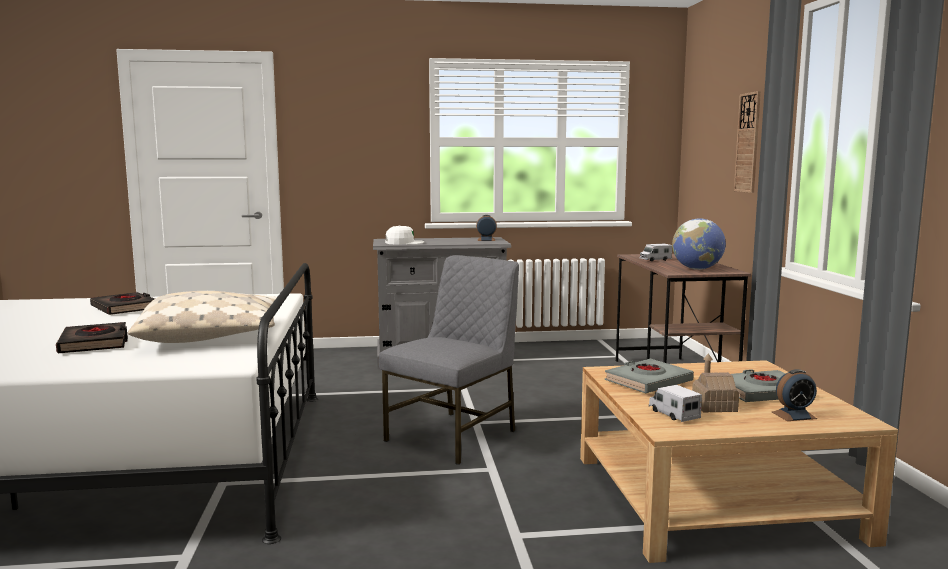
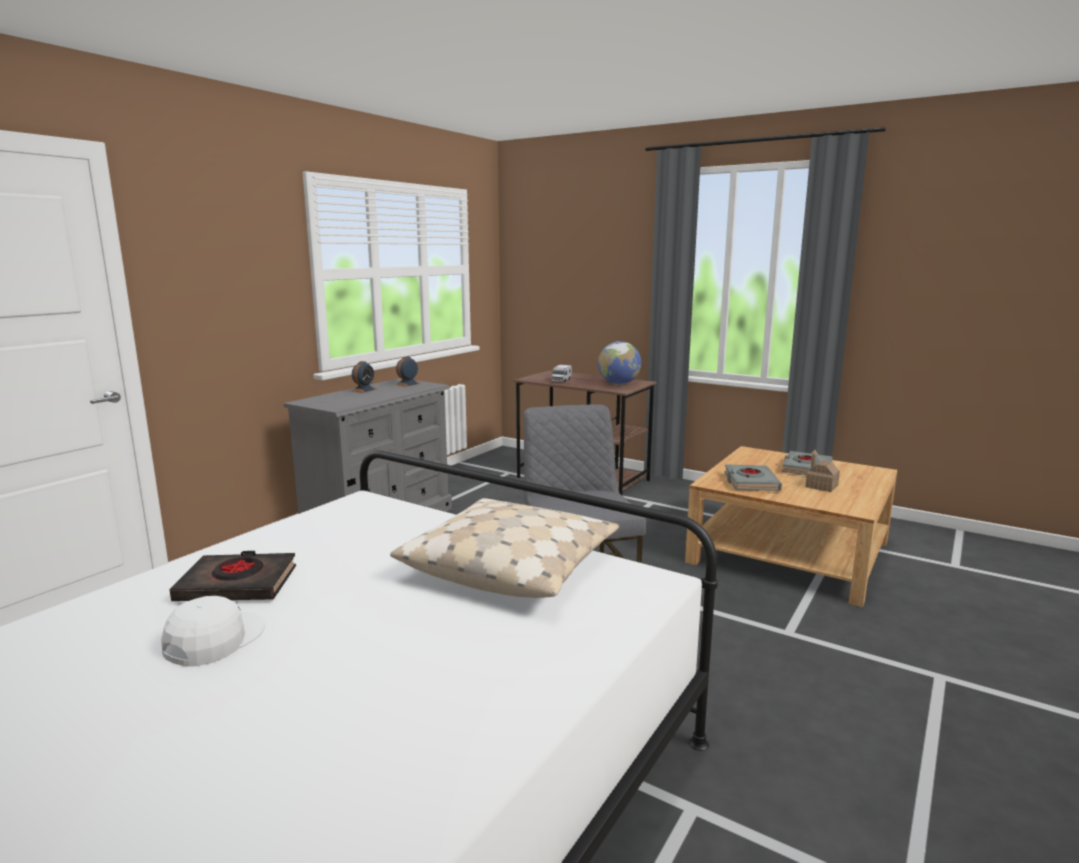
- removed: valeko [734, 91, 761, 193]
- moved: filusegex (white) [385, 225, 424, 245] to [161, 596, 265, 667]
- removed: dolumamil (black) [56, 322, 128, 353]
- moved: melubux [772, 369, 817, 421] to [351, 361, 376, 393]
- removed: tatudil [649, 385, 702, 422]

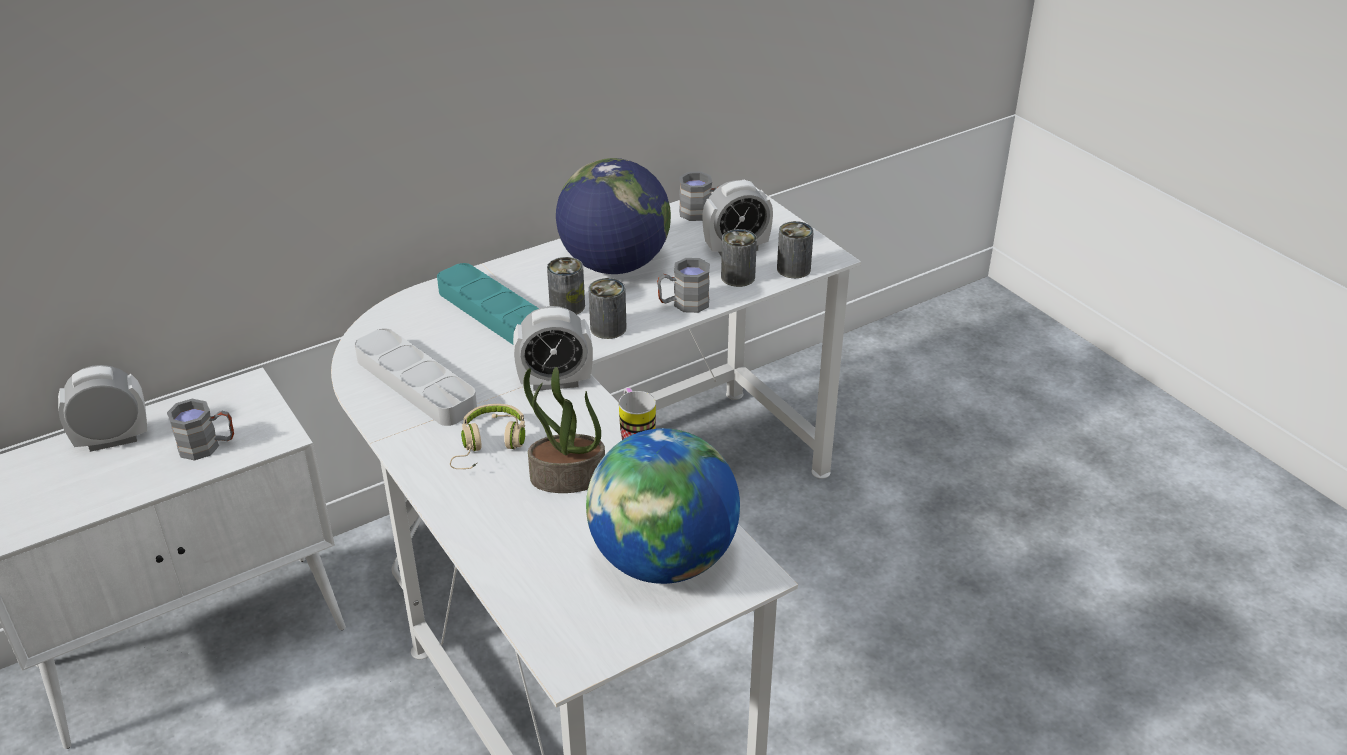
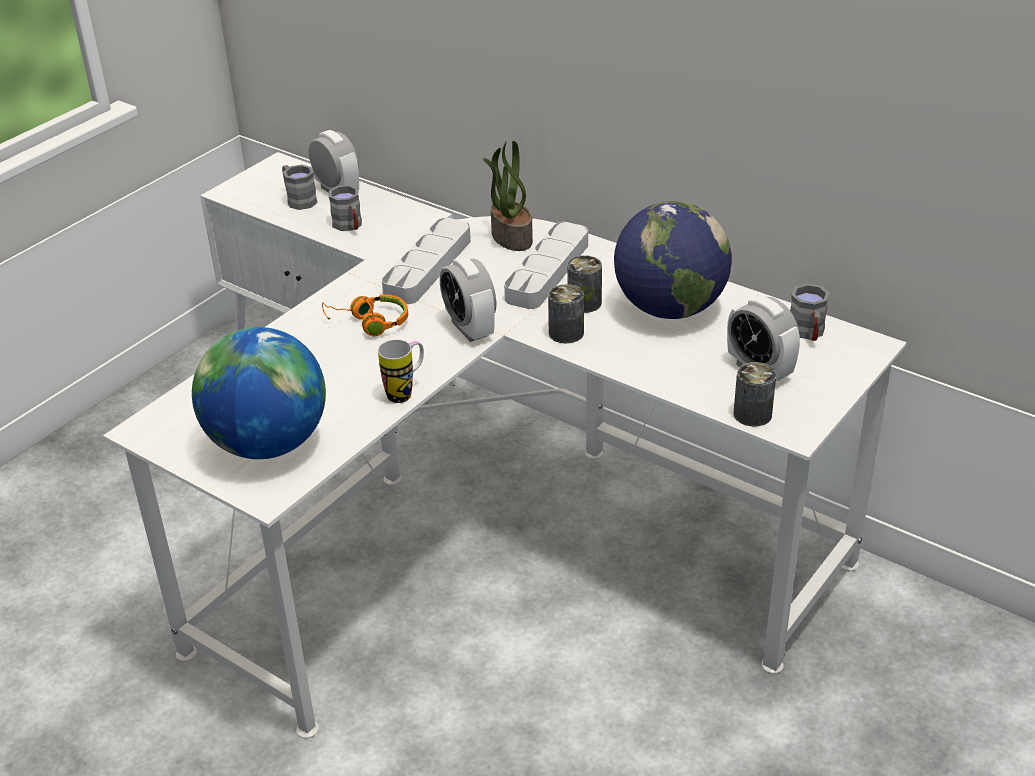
- removed: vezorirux [721, 229, 757, 287]
- moved: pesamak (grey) [657, 258, 710, 313] to [282, 165, 318, 210]
- recoloured: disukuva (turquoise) [437, 263, 539, 345] to disukuva (grey) [504, 222, 588, 309]
- moved: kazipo [523, 367, 605, 493] to [483, 141, 533, 251]
- recoloured: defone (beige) [450, 404, 525, 469] to defone (orange) [322, 295, 408, 337]

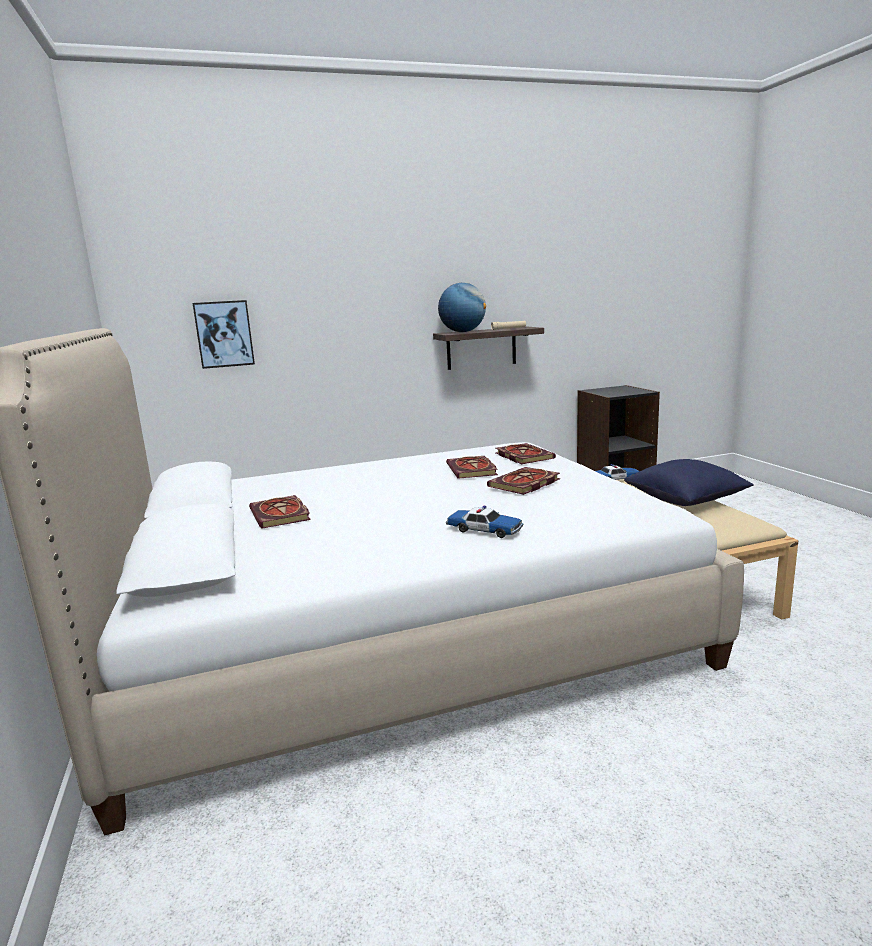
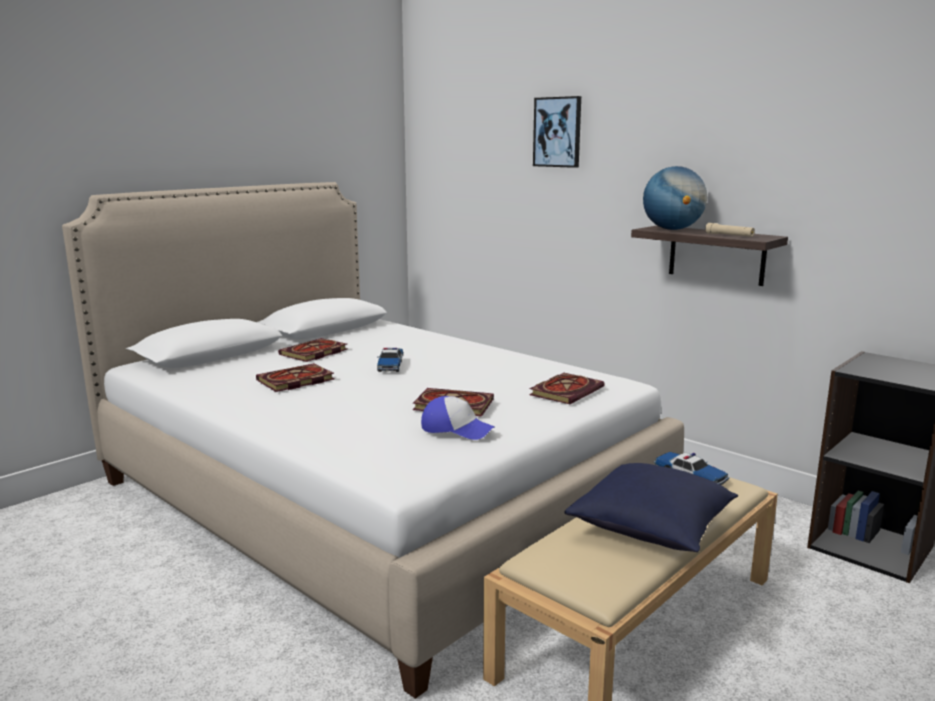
- moved: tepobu [193, 300, 255, 369] to [533, 96, 581, 168]
- moved: dolumamil [446, 456, 498, 479] to [256, 363, 334, 392]
- moved: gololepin [446, 506, 523, 538] to [377, 348, 403, 372]
- added: filusegex [421, 396, 495, 440]

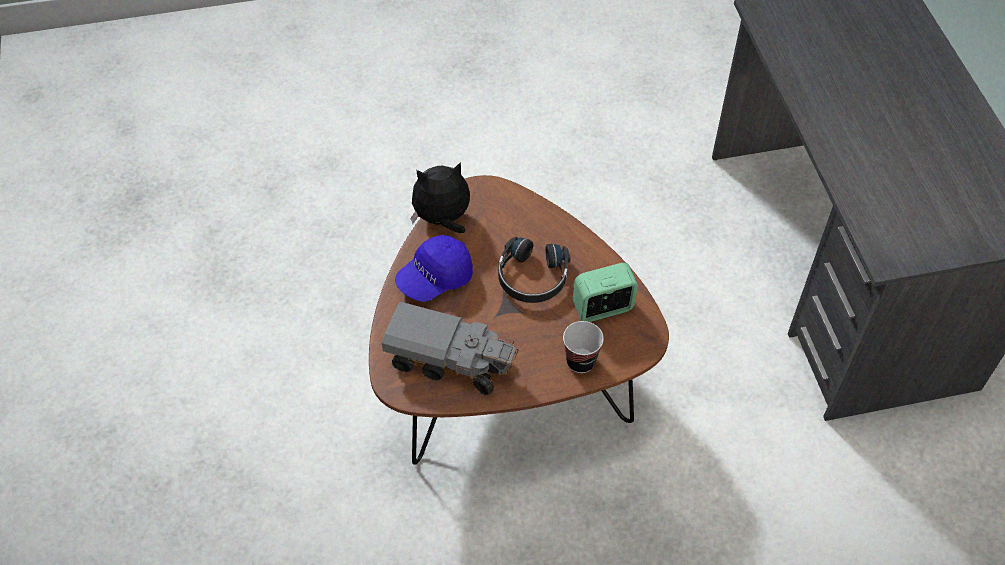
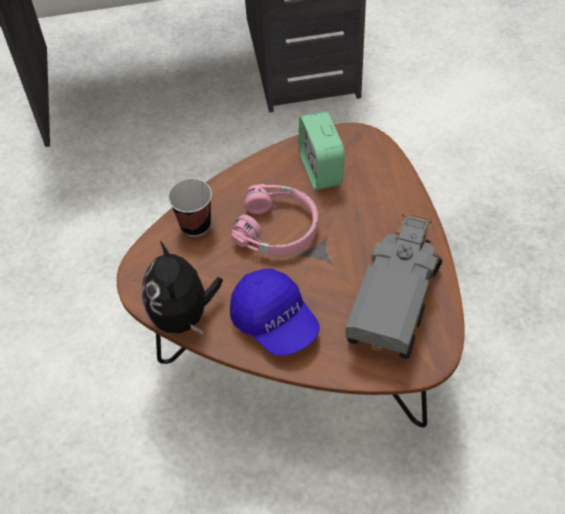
- recoloured: defone (black) [498, 237, 571, 303] to defone (pink) [231, 184, 318, 256]
- moved: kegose [563, 321, 604, 373] to [168, 179, 212, 237]

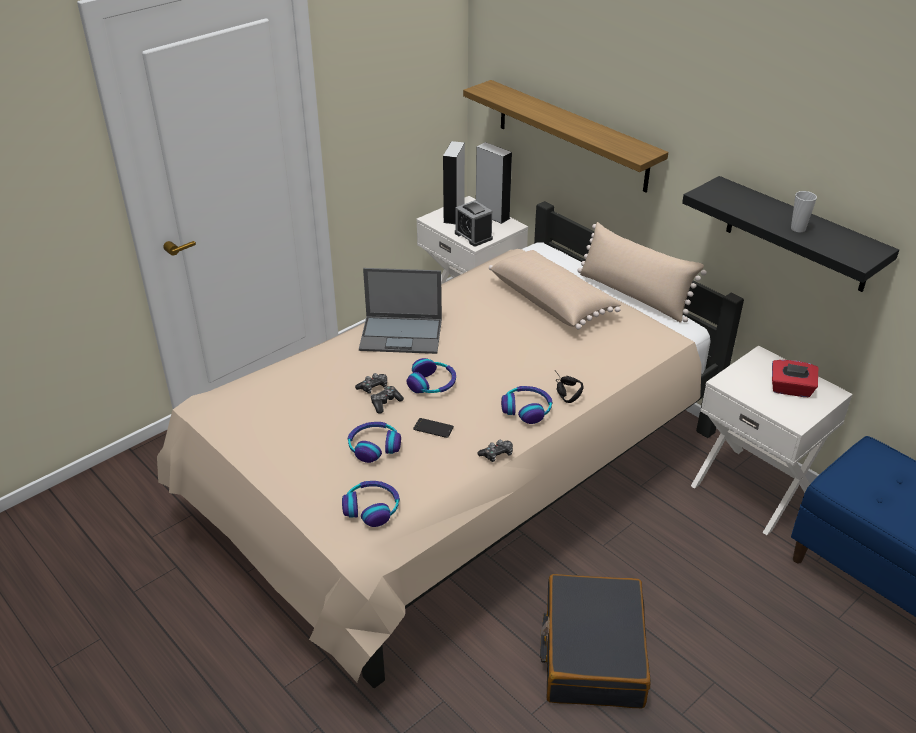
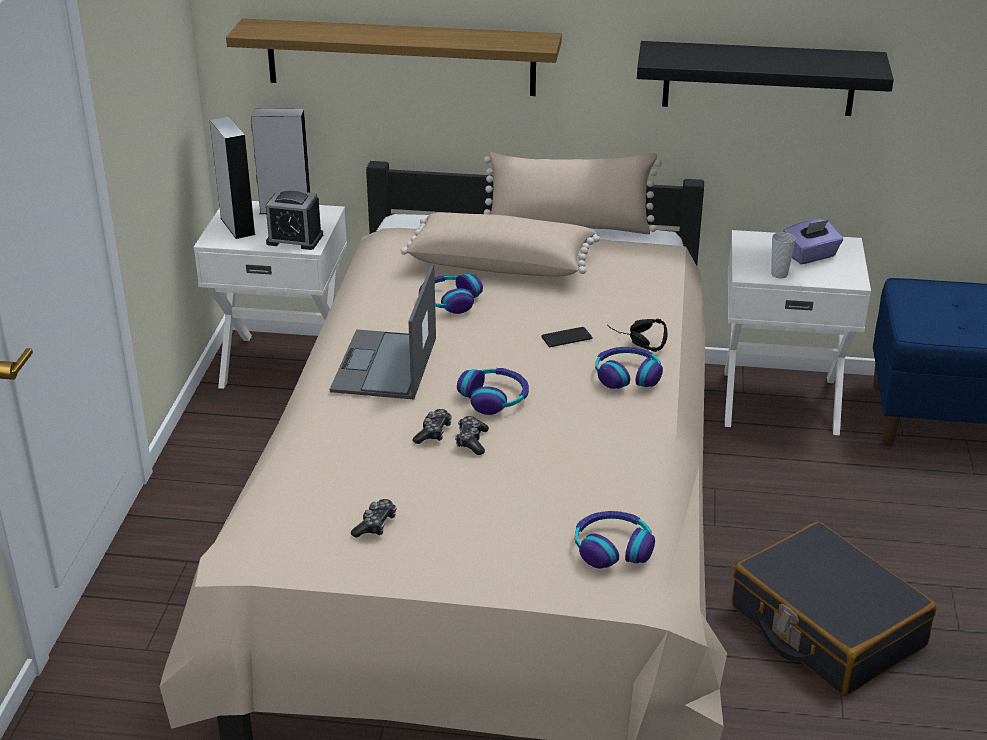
- moved: kegose [791, 191, 817, 232] to [771, 232, 796, 278]
- turned: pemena [359, 268, 442, 354] = [330, 264, 436, 399] 135 degrees clockwise
- recoloured: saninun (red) [772, 360, 818, 397] to saninun (purple) [783, 219, 843, 264]
- moved: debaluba [413, 418, 454, 438] to [541, 327, 592, 347]
- moved: defone [348, 422, 401, 463] to [419, 274, 483, 314]
- moved: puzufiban [477, 440, 513, 462] to [351, 499, 396, 538]

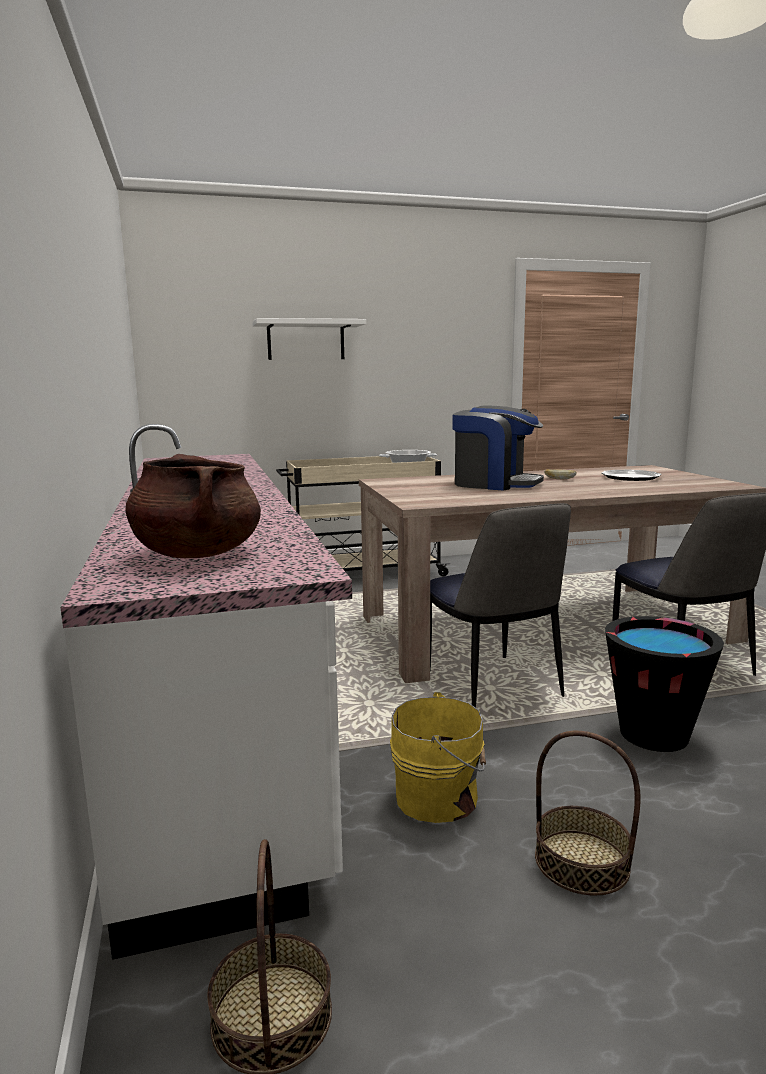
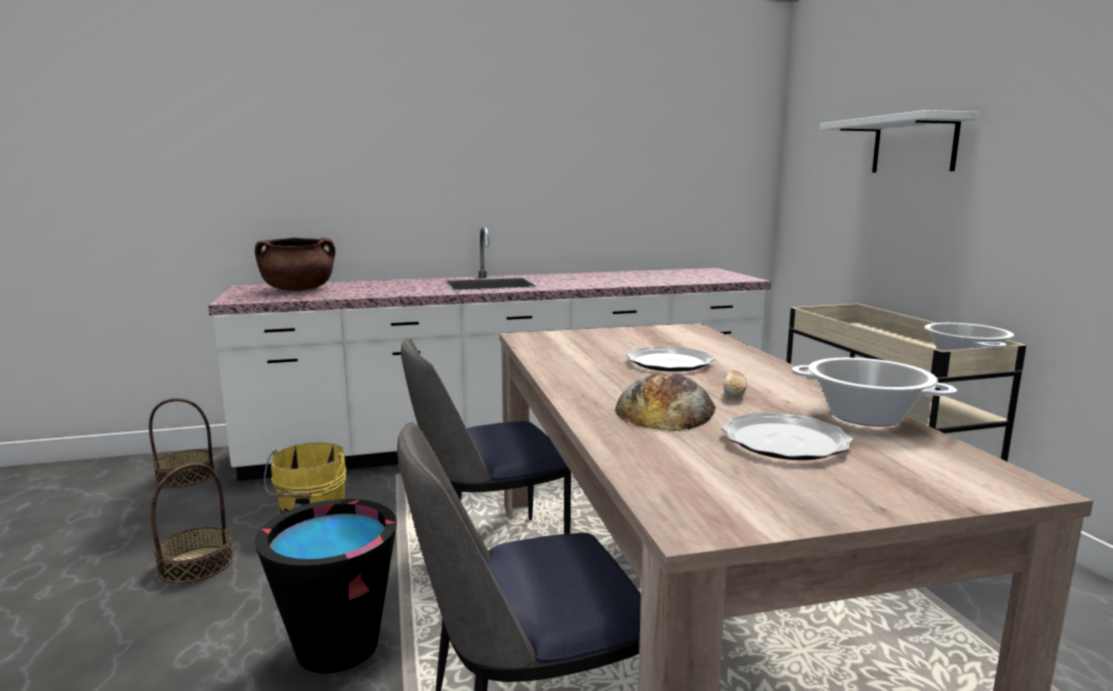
- replaced: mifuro [453, 405, 544, 490] to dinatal [626, 346, 714, 372]
- added: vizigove [792, 358, 957, 427]
- added: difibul [615, 373, 715, 431]

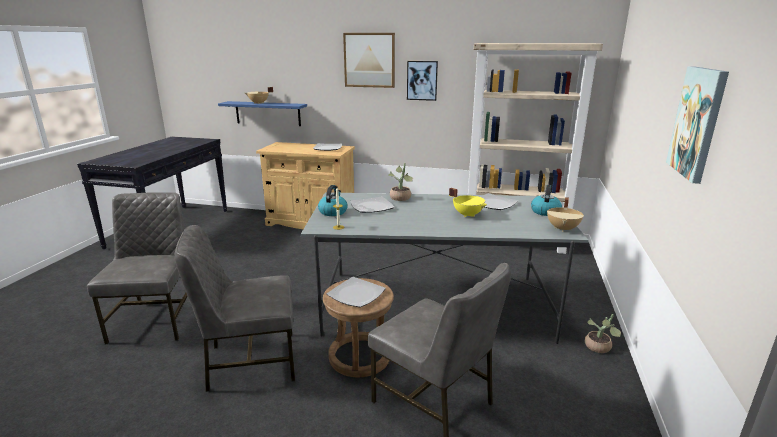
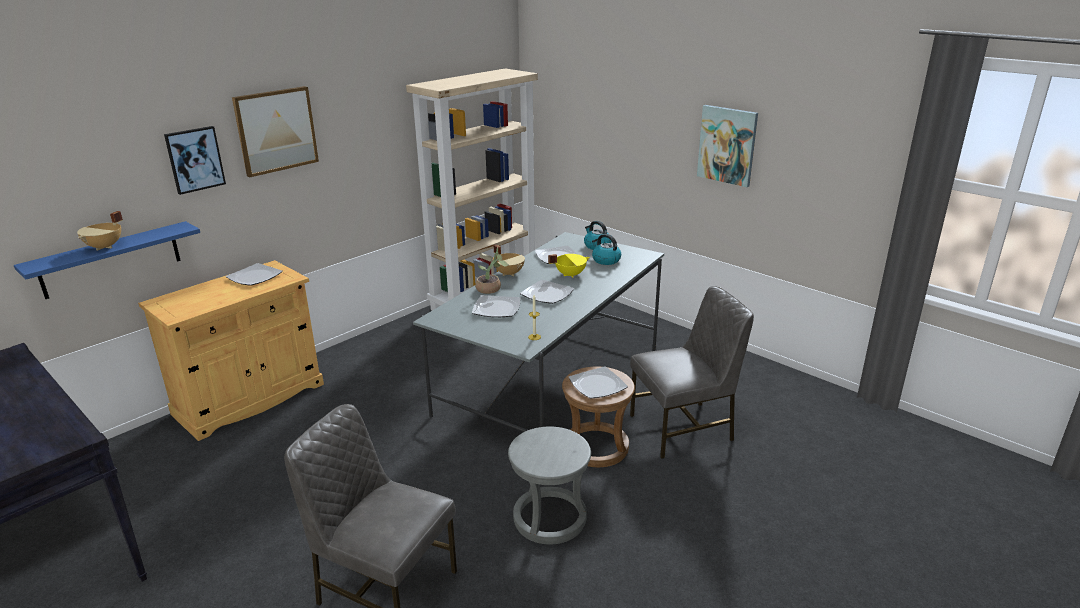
- moved: tepobu [407, 61, 438, 101] to [164, 126, 226, 195]
- moved: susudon [318, 185, 348, 216] to [592, 234, 621, 265]
- moved: vizigove (beige) [547, 197, 584, 232] to [493, 245, 525, 276]
- replaced: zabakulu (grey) [174, 225, 295, 392] to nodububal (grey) [508, 427, 591, 544]
- removed: kazipo [585, 314, 621, 353]
- added: dinatal [520, 280, 574, 304]

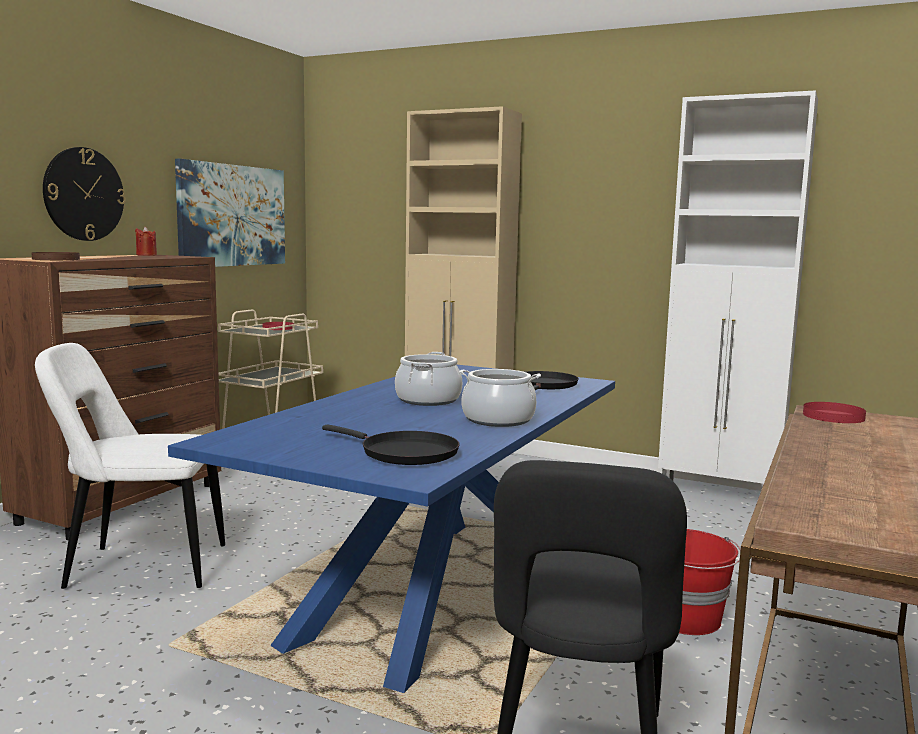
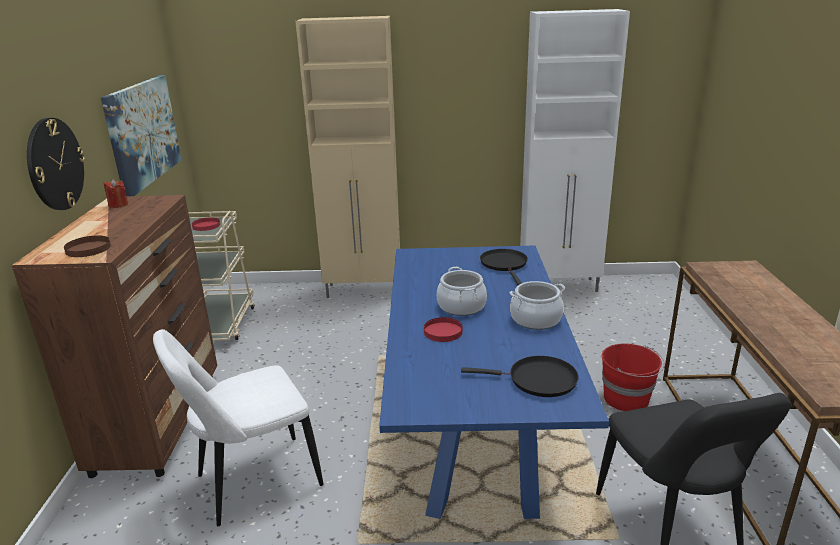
- moved: dinatal (red) [803, 402, 866, 423] to [424, 317, 463, 342]

